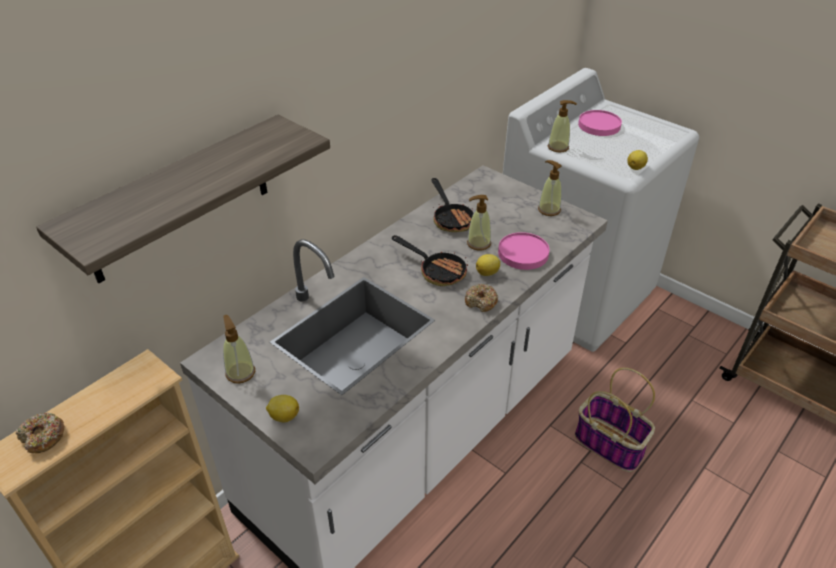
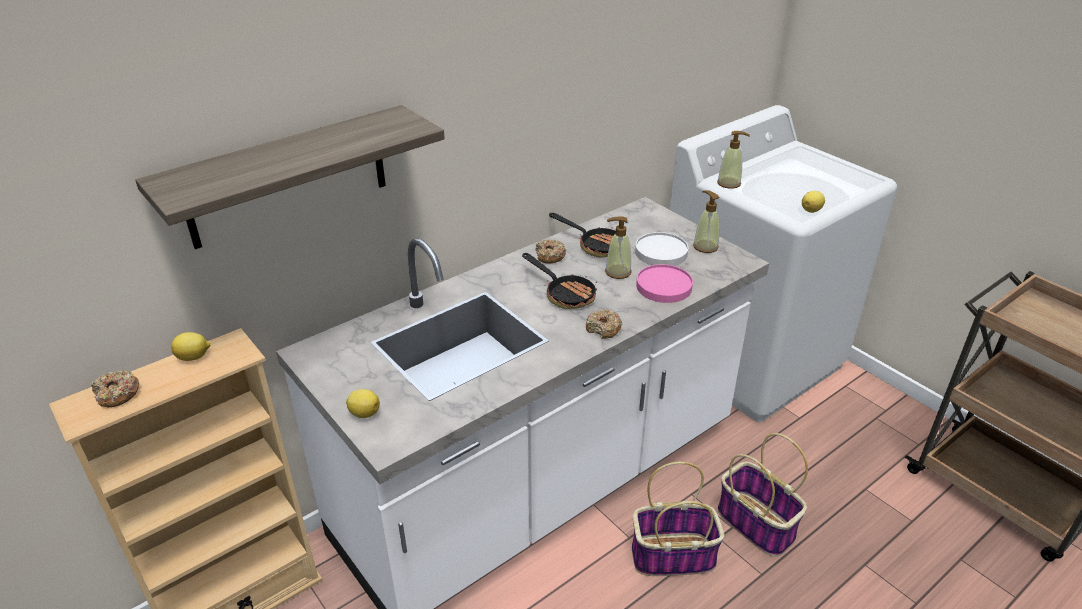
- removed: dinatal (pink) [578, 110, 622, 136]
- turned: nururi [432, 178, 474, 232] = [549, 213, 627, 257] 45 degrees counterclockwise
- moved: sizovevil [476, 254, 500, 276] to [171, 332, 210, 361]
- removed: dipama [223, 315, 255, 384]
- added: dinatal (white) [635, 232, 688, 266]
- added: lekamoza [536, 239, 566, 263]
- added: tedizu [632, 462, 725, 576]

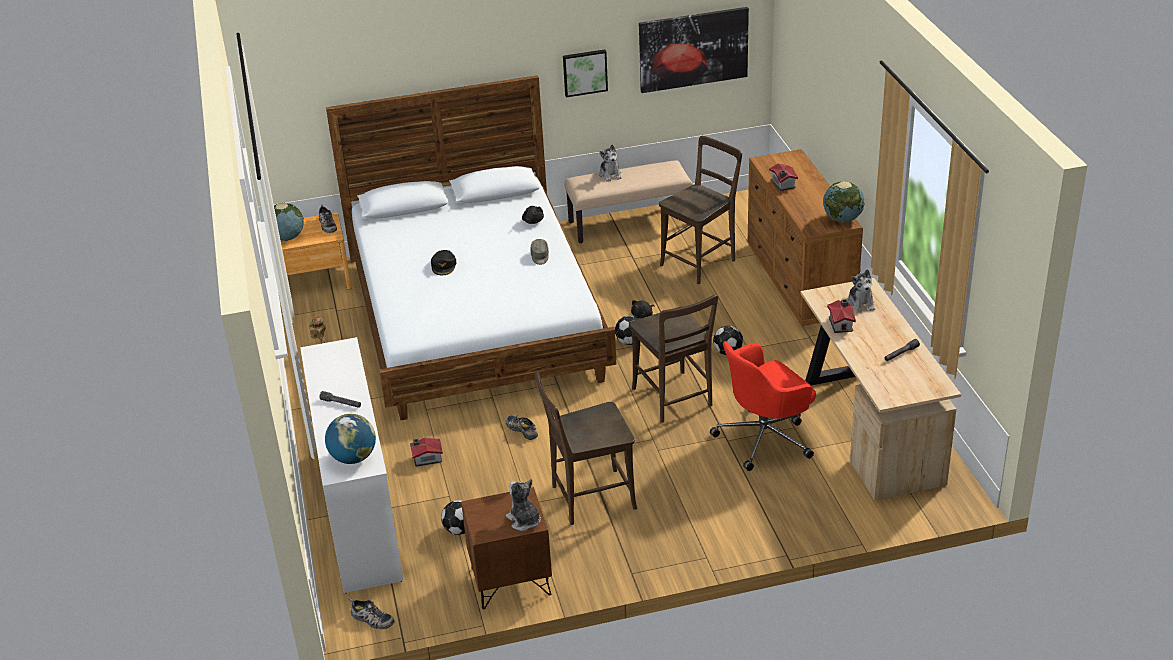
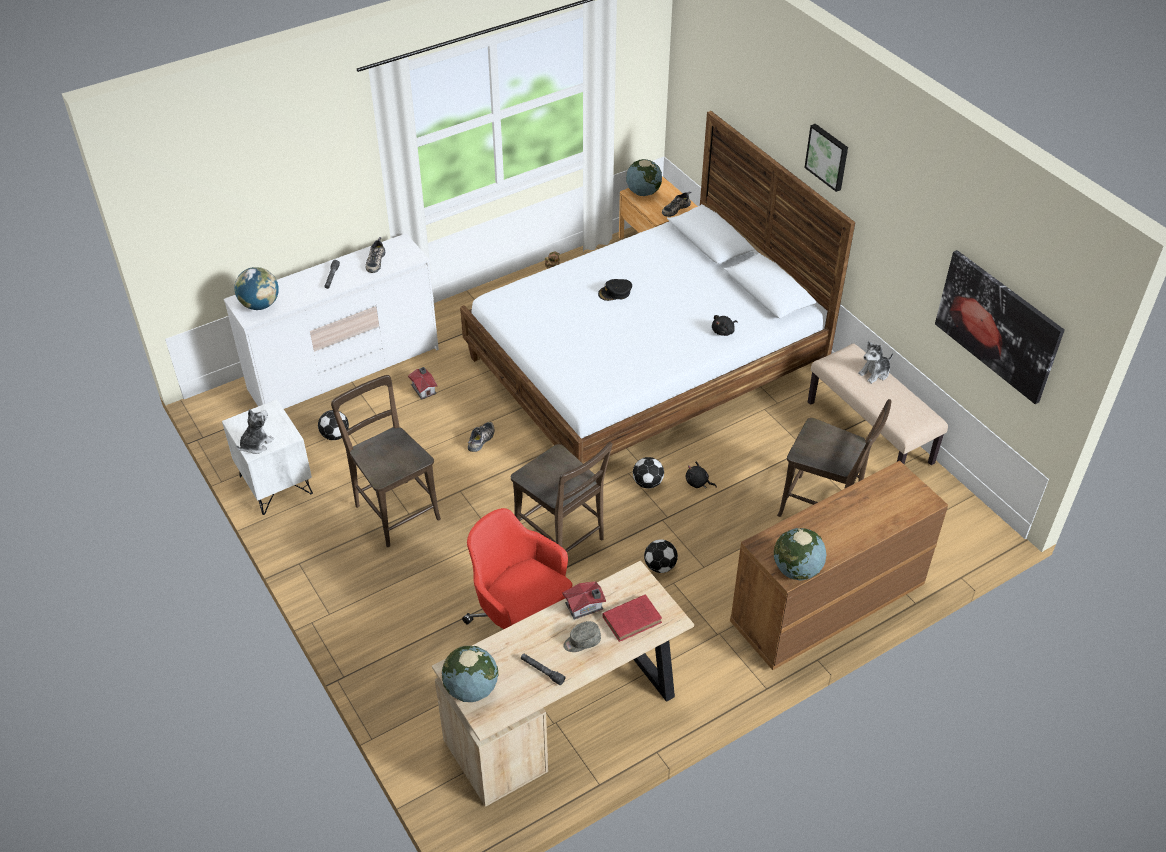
- moved: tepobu [563, 49, 608, 97] to [804, 124, 848, 192]
- removed: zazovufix [769, 163, 798, 191]
- moved: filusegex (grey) [531, 239, 549, 265] to [563, 621, 601, 652]
- replaced: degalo [847, 269, 875, 313] to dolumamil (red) [602, 594, 662, 642]
- turned: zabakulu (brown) [629, 294, 718, 423] = [511, 442, 613, 552] 90 degrees counterclockwise
- recoloured: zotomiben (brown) [461, 487, 552, 609] to zotomiben (white) [222, 399, 313, 515]
- moved: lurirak [348, 598, 395, 629] to [366, 237, 385, 273]
- added: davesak [442, 646, 499, 702]

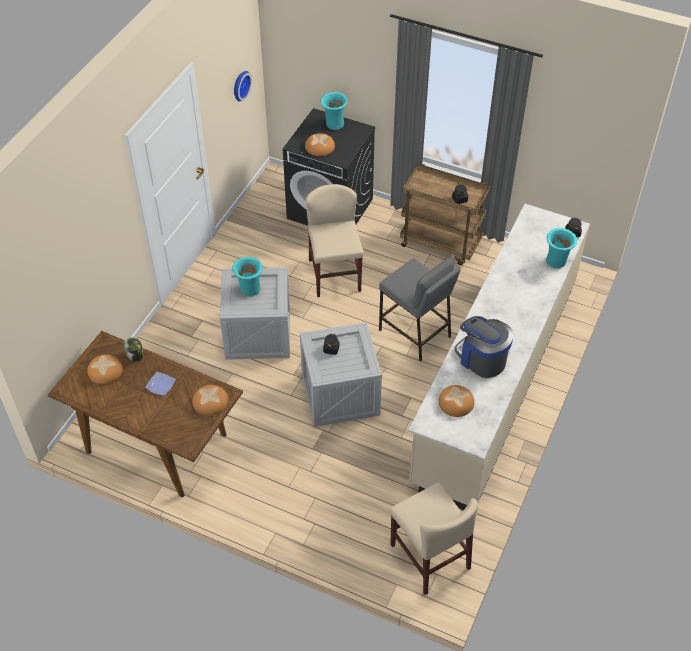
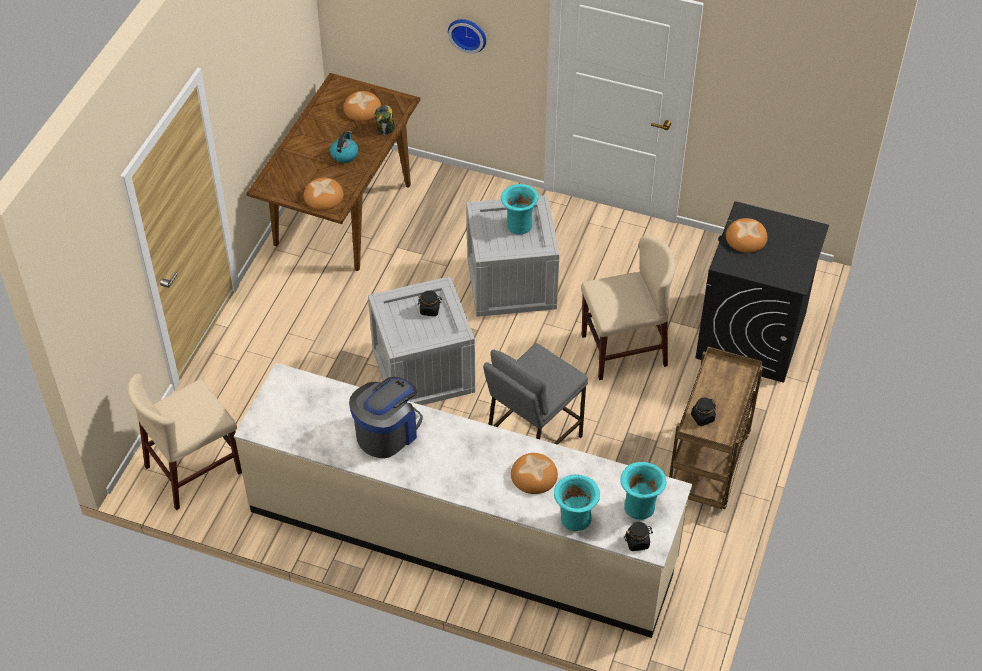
- moved: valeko [234, 71, 252, 102] to [448, 19, 486, 54]
- moved: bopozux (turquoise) [321, 92, 348, 130] to [620, 462, 666, 520]
- replaced: dinatal [145, 372, 176, 396] to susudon [330, 131, 358, 163]
- moved: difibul [438, 385, 474, 417] to [511, 453, 558, 494]

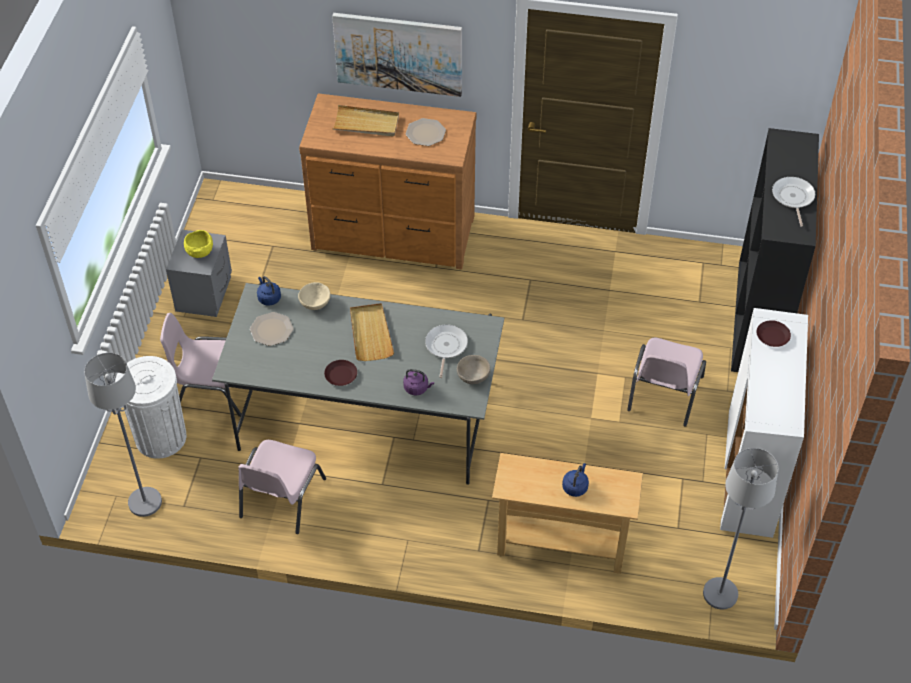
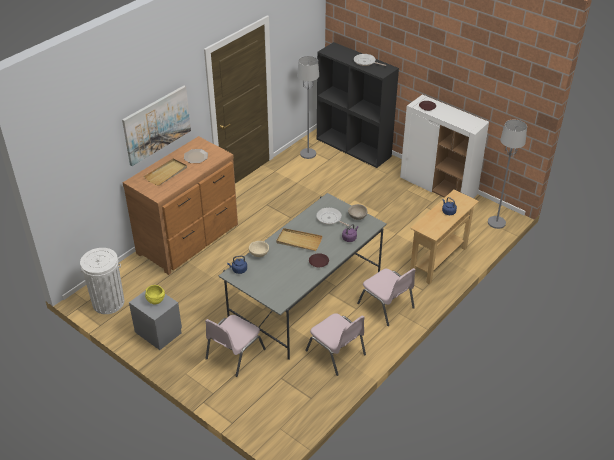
- removed: dinatal [250, 312, 294, 346]
- moved: zabakulu (pink) [627, 337, 706, 426] to [357, 268, 416, 326]
- moved: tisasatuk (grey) [84, 353, 162, 517] to [297, 56, 319, 159]
- moved: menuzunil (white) [115, 356, 187, 459] to [80, 248, 124, 314]

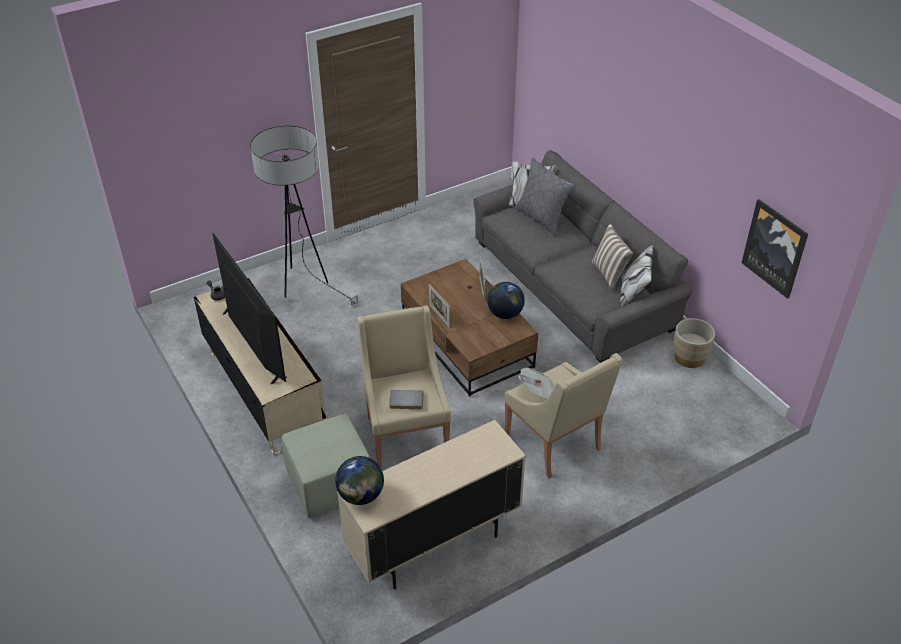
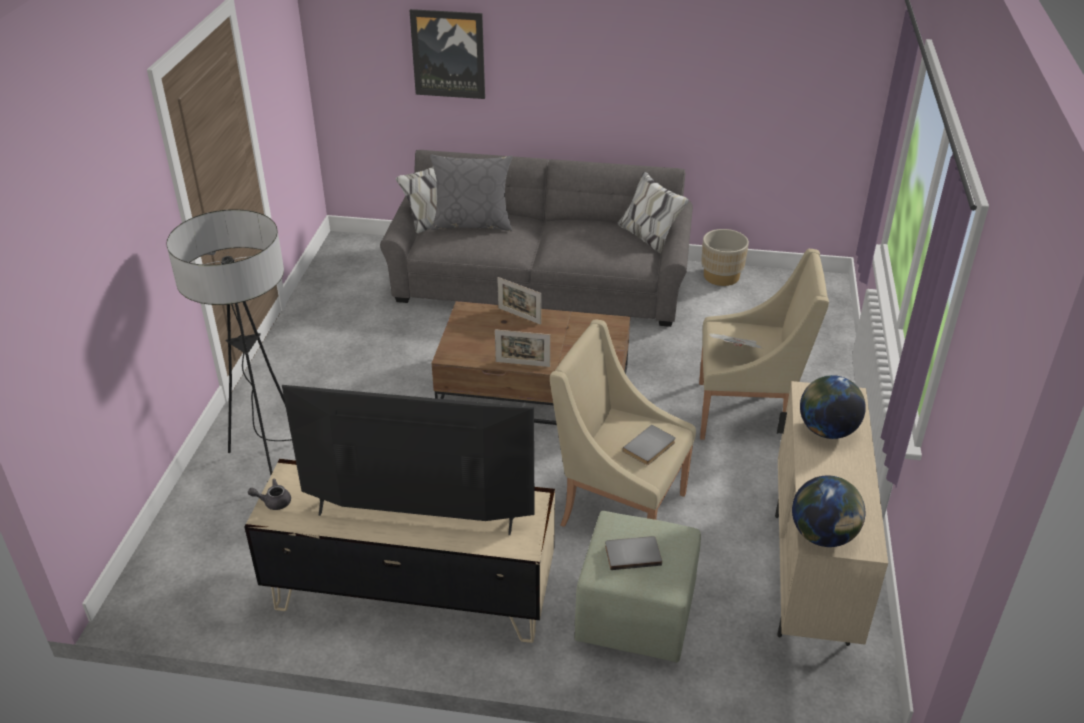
- moved: tepobu [741, 199, 808, 299] to [409, 9, 485, 99]
- removed: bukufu [592, 224, 633, 291]
- moved: davesak [487, 282, 525, 319] to [800, 375, 866, 439]
- added: dolumamil (grey) [605, 536, 662, 570]

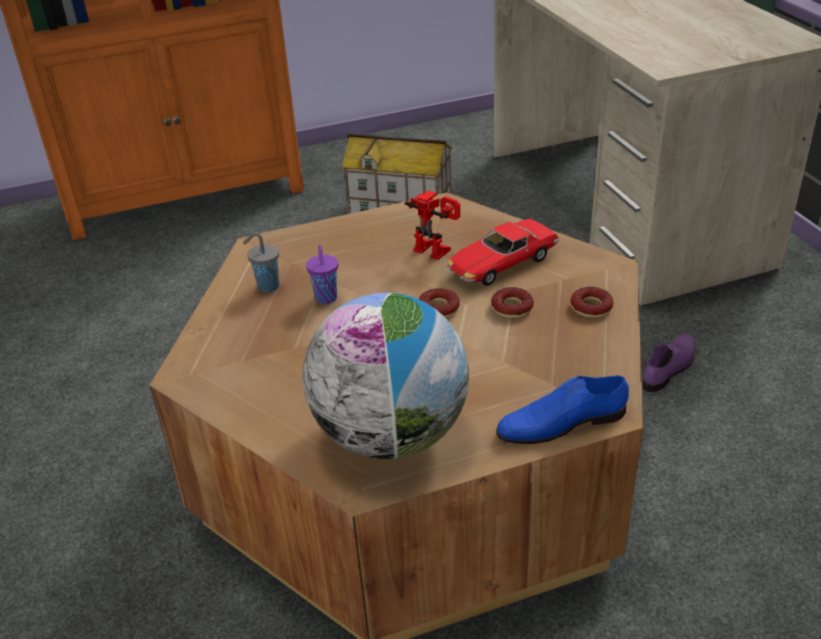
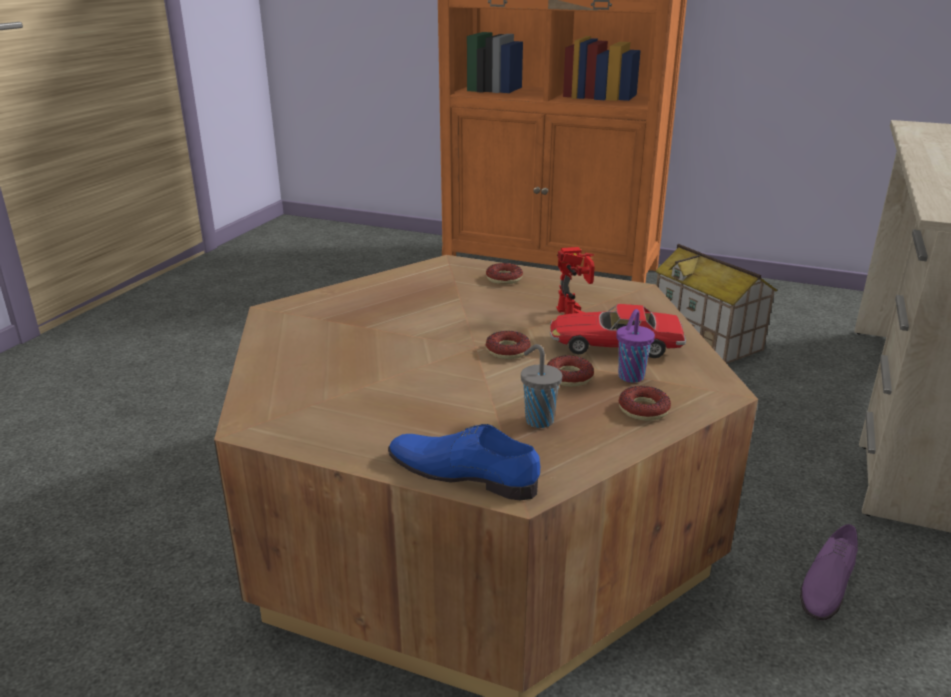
- moved: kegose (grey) [243, 232, 279, 293] to [521, 344, 562, 428]
- moved: kegose (purple) [306, 245, 338, 304] to [616, 309, 655, 383]
- removed: davesak [303, 293, 469, 459]
- turned: lurirak (purple) [642, 334, 696, 393] = [800, 524, 858, 621] 135 degrees clockwise
- added: lekamoza [486, 263, 523, 285]

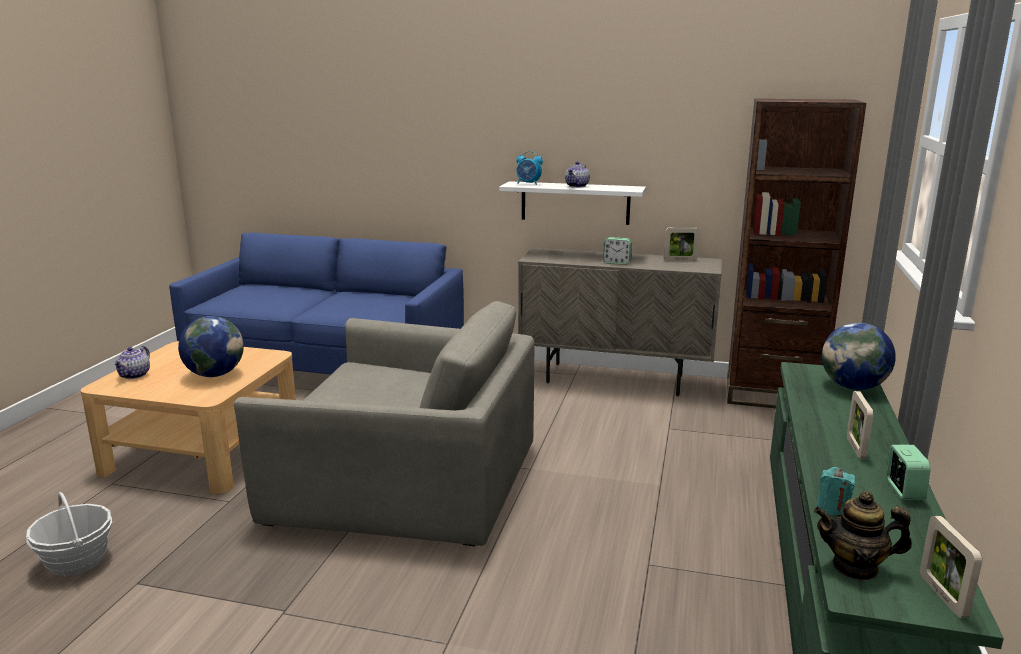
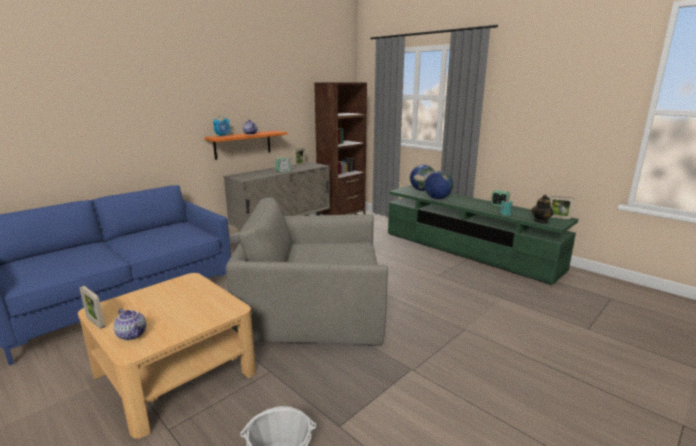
- recoloured: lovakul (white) [499, 181, 646, 225] to lovakul (orange) [205, 131, 287, 160]
- turned: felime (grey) [234, 301, 535, 546] = [226, 198, 388, 346] 135 degrees counterclockwise
- moved: davesak [178, 316, 244, 377] to [425, 171, 453, 199]
- moved: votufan [847, 391, 874, 459] to [80, 286, 105, 329]

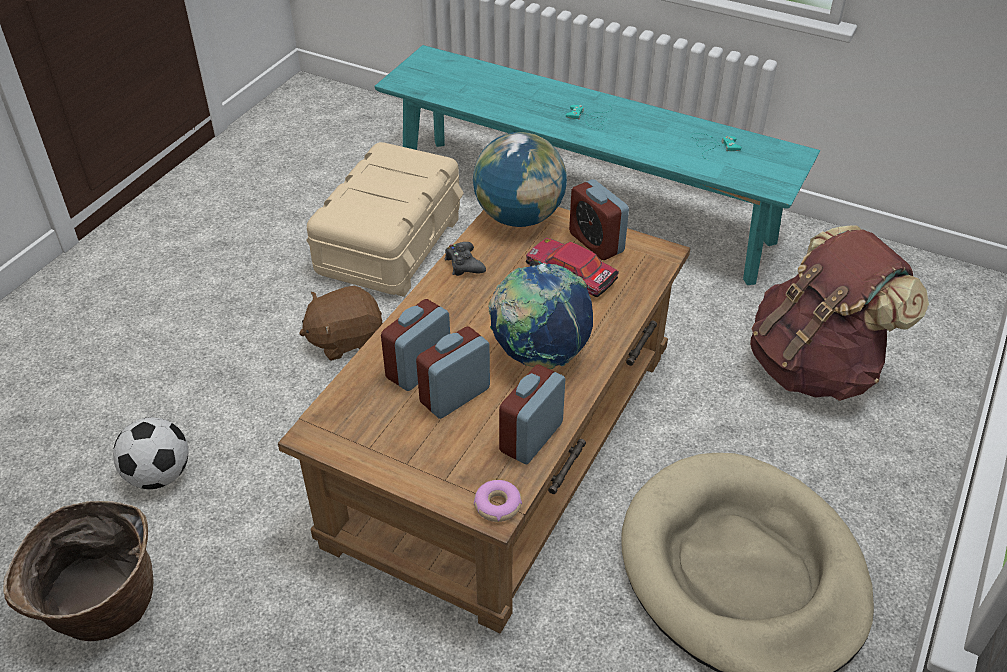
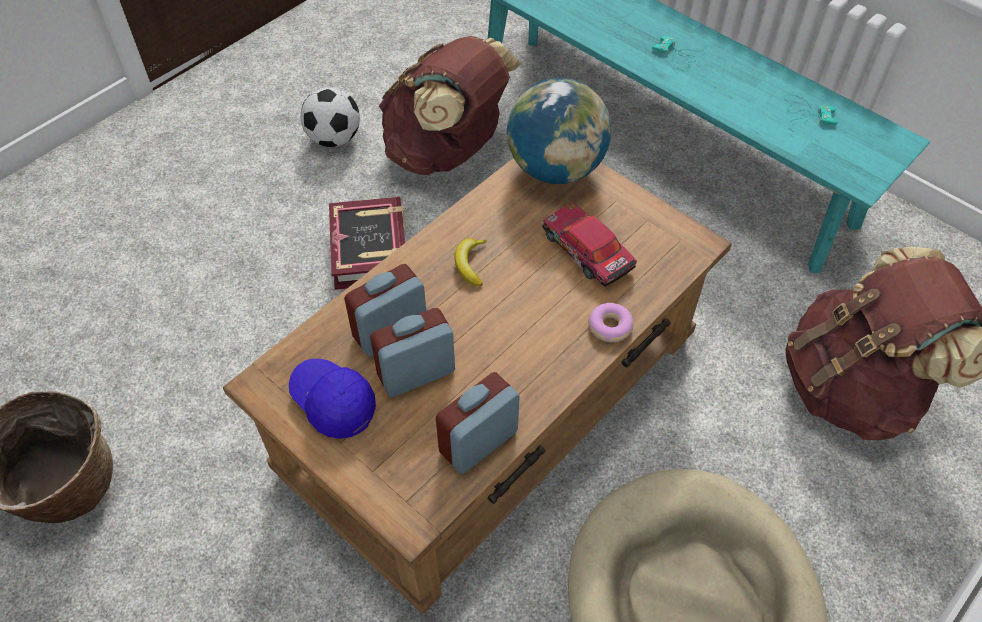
- replaced: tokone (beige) [306, 142, 464, 297] to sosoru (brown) [379, 36, 522, 175]
- removed: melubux [569, 179, 629, 260]
- removed: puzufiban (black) [445, 242, 486, 276]
- removed: davesak [488, 263, 593, 369]
- replaced: degalo (brown) [299, 286, 382, 361] to dolumamil [329, 197, 406, 290]
- moved: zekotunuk [113, 417, 189, 489] to [300, 87, 360, 147]
- moved: lekamoza [474, 480, 522, 522] to [588, 303, 634, 342]
- added: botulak [454, 238, 486, 287]
- added: filusegex (blue) [289, 359, 376, 439]

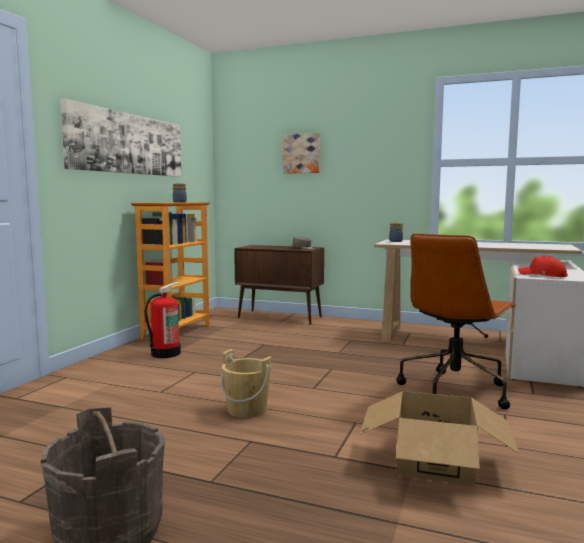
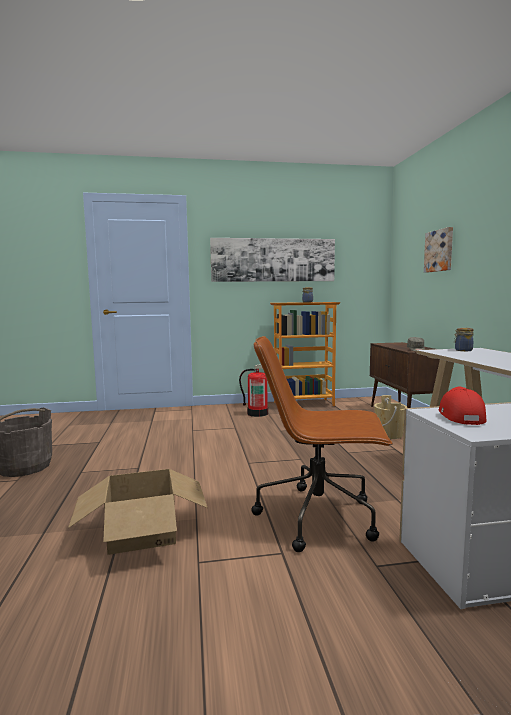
- moved: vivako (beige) [221, 349, 271, 418] to [374, 395, 407, 439]

